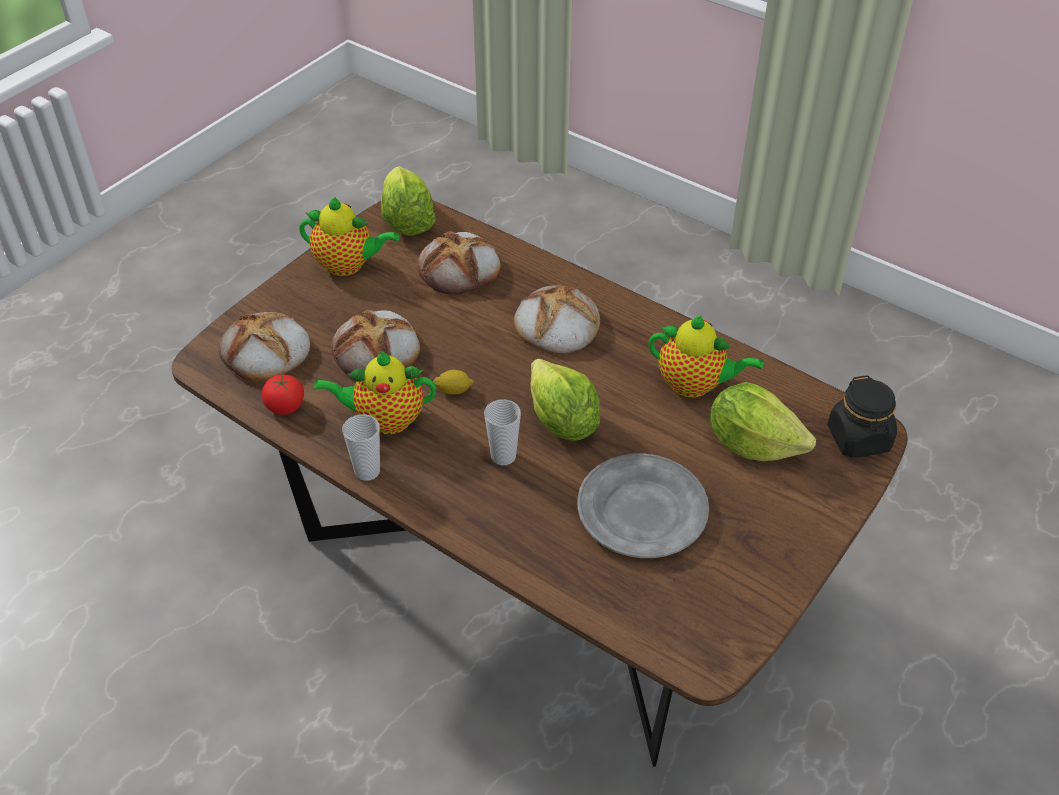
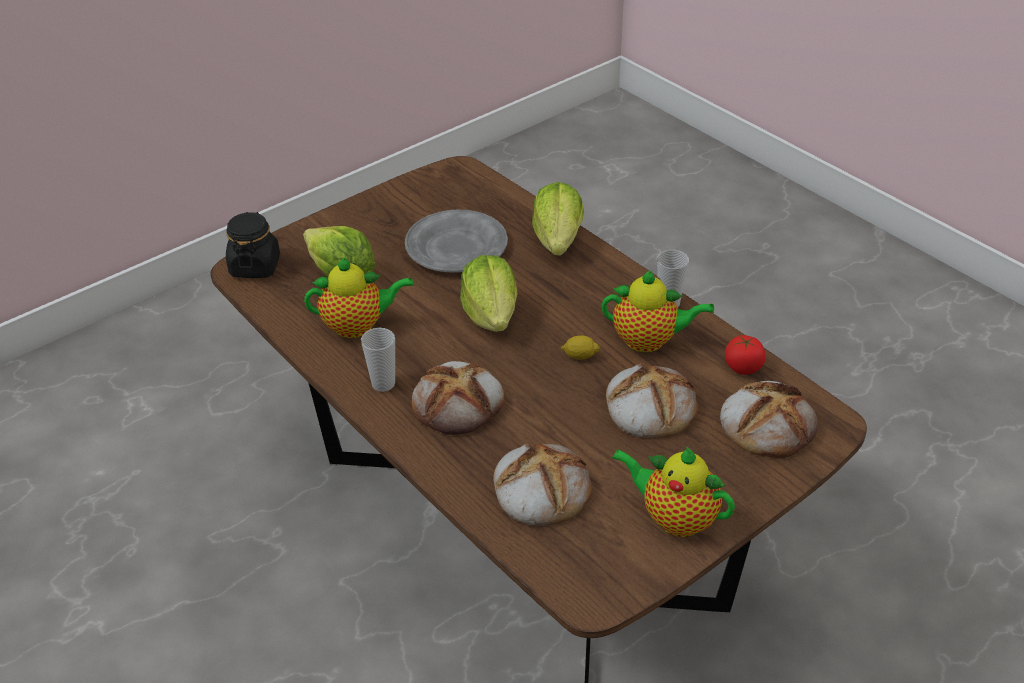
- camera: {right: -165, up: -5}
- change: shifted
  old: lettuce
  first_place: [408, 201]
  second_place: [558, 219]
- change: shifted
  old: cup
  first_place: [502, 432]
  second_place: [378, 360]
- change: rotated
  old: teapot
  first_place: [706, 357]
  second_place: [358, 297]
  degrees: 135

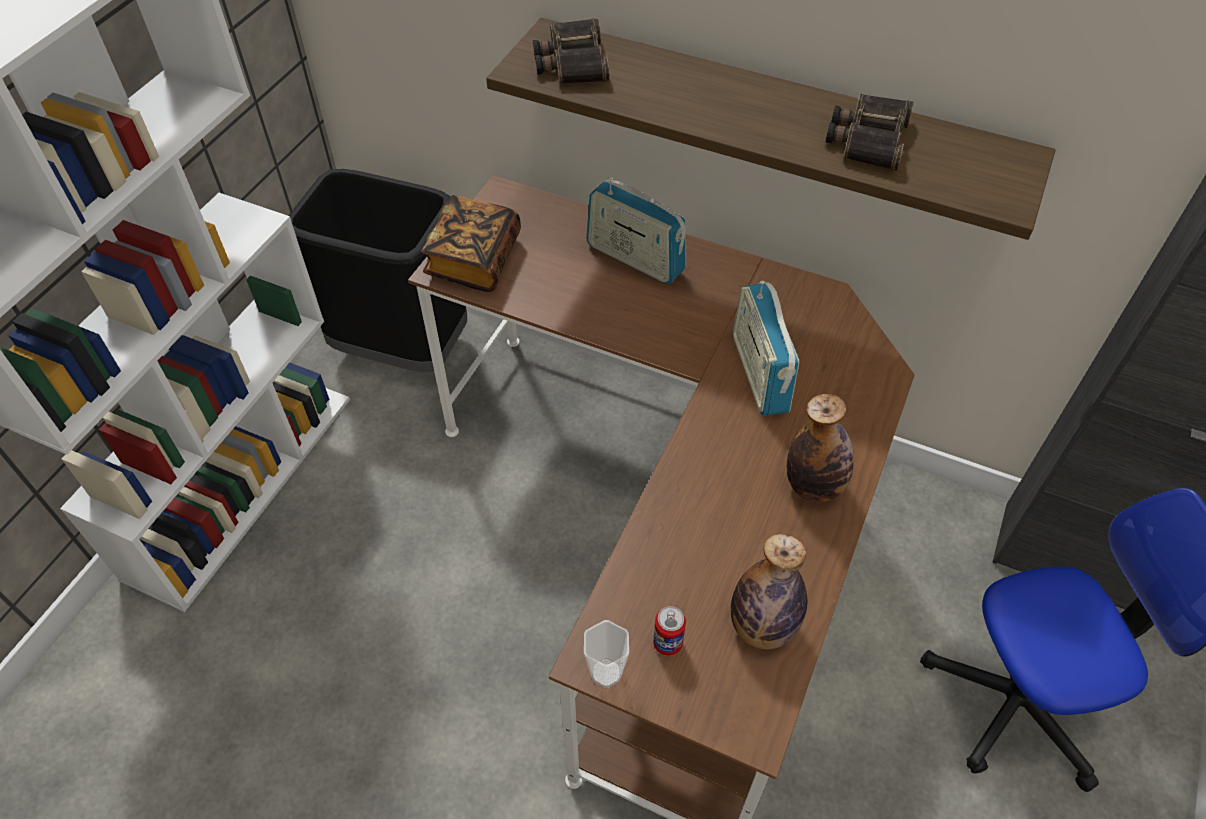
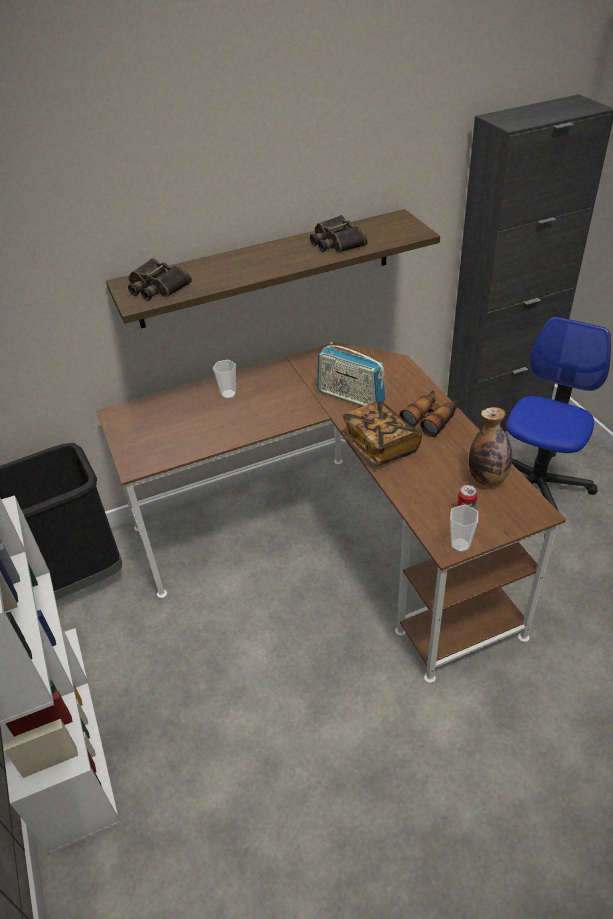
- camera: {right: -45, up: -10}
- change: shifted
  old: book
  first_place: [471, 243]
  second_place: [381, 433]
- change: swapped
  old: radio
  new: cup
  first_place: [636, 230]
  second_place: [224, 379]
- change: swapped
  old: bottle
  new: binoculars
  first_place: [820, 448]
  second_place: [429, 413]

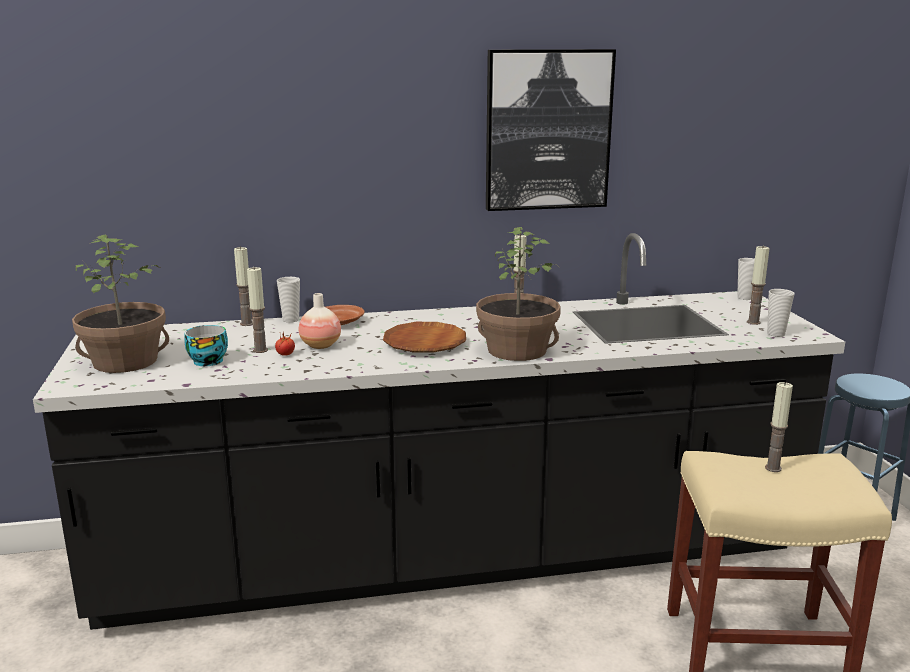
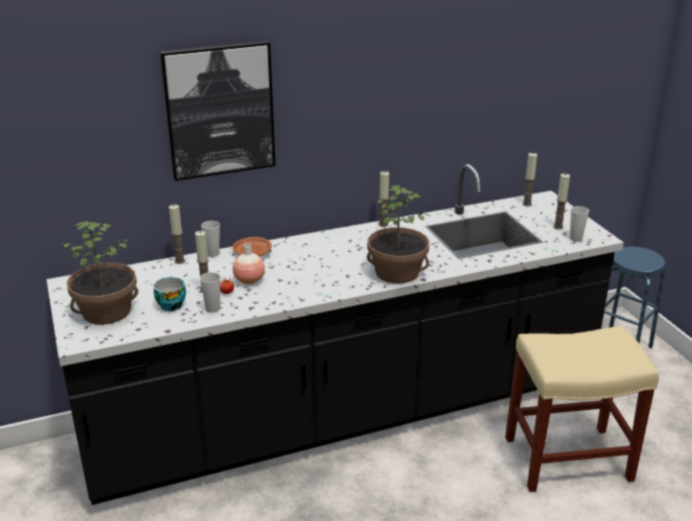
- camera: {right: -10, up: 10}
- change: gone
  old: plate (brown)
  first_place: [424, 337]
- change: shifted
  old: picture
  first_place: [551, 130]
  second_place: [217, 111]
- change: shifted
  old: cup
  first_place: [746, 279]
  second_place: [210, 292]
- change: shifted
  old: candle
  first_place: [779, 427]
  second_place: [529, 180]

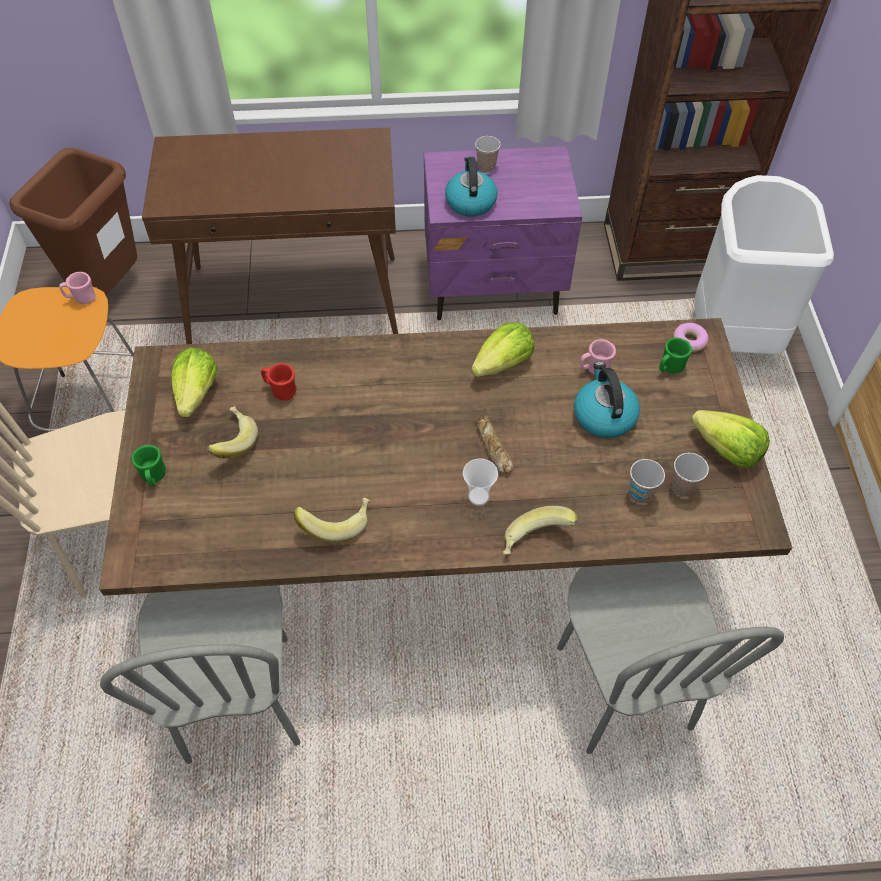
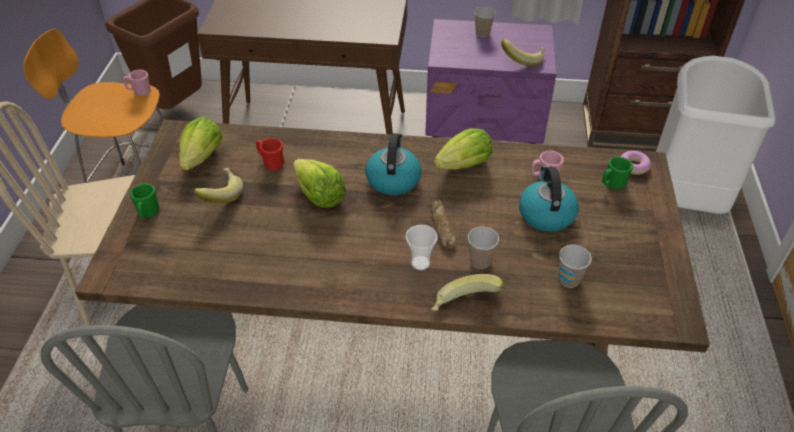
- camera: {right: 10, up: -10}
- change: shifted
  old: banana
  first_place: [332, 520]
  second_place: [523, 52]
- change: shifted
  old: kettle
  first_place: [471, 187]
  second_place: [394, 164]
- change: shifted
  old: cup
  first_place: [690, 475]
  second_place: [483, 247]
- change: shifted
  old: lettuce
  first_place: [730, 439]
  second_place: [319, 183]

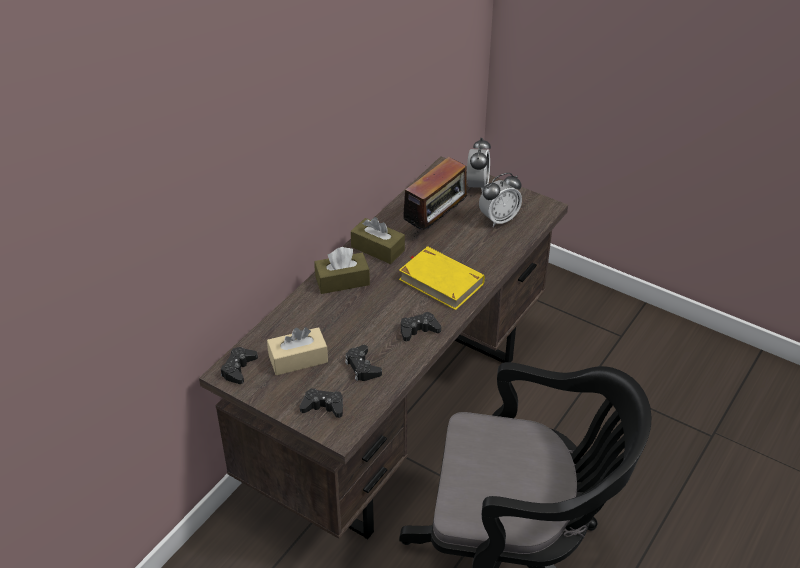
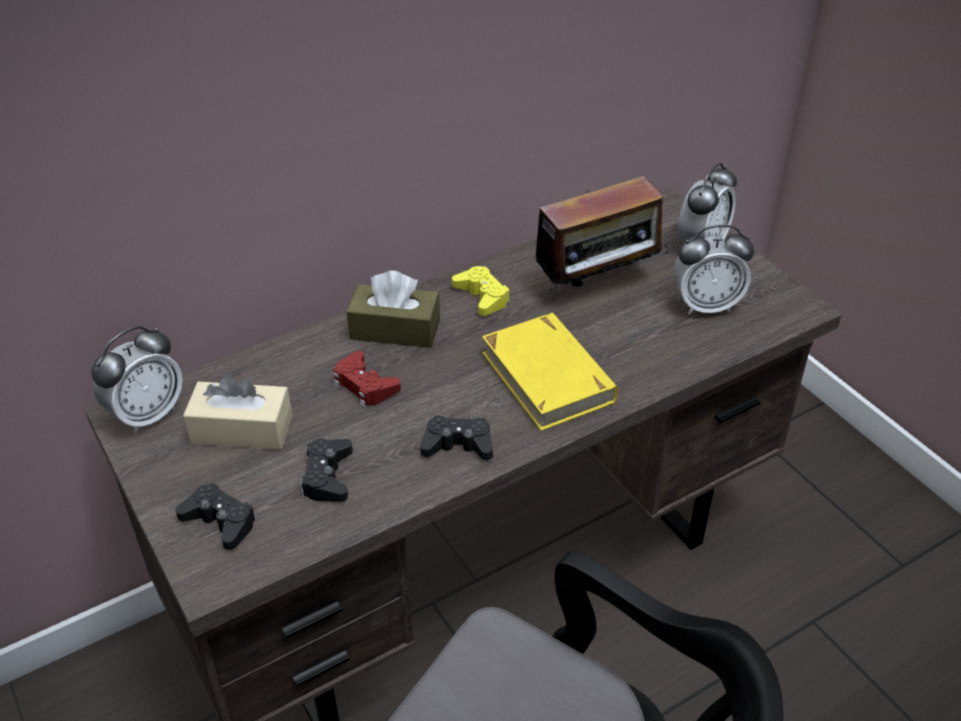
- camera: {right: 25, up: 0}
- change: new
  new: game controller (red)
  second_place: [367, 379]
- change: swapped
  old: game controller (black)
  new: alarm clock
  first_place: [239, 365]
  second_place: [137, 380]
- change: swapped
  old: tissue box (brown)
  new: game controller (yellow)
  first_place: [378, 240]
  second_place: [481, 291]

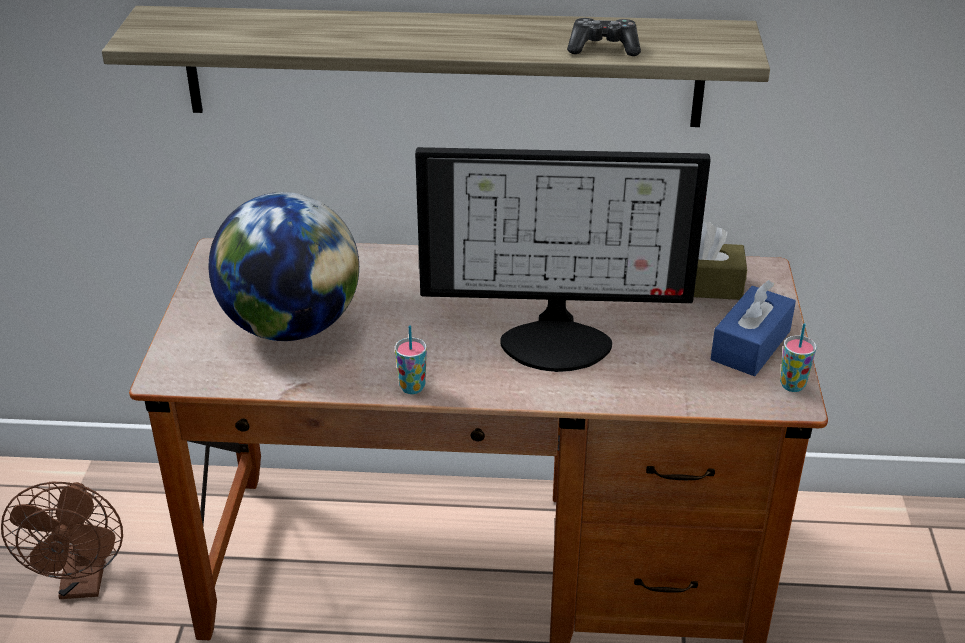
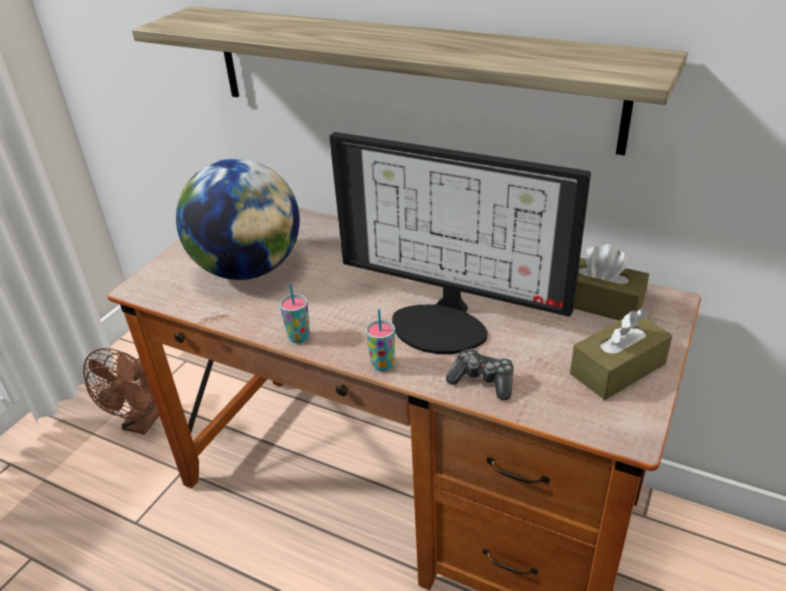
- camera: {right: 25, up: 0}
- change: shifted
  old: game controller
  first_place: [604, 37]
  second_place: [480, 374]
- change: shifted
  old: cup
  first_place: [798, 357]
  second_place: [380, 340]
- change: repainted
  old: tissue box (blue)
  new: tissue box (brown)
  first_place: [753, 328]
  second_place: [621, 354]

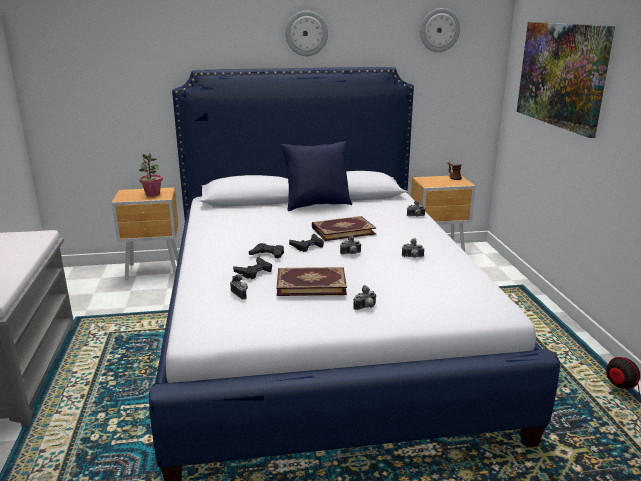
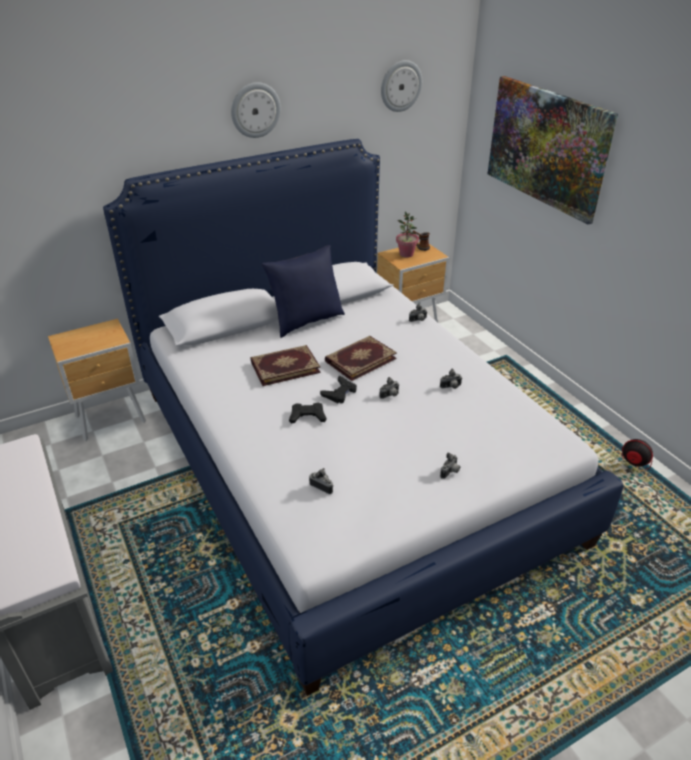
- camera: {right: -20, up: 15}
- change: gone
  old: game controller (black)
  first_place: [252, 268]
- change: shifted
  old: potted plant
  first_place: [151, 174]
  second_place: [407, 235]
- change: shifted
  old: book
  first_place: [311, 281]
  second_place: [286, 365]

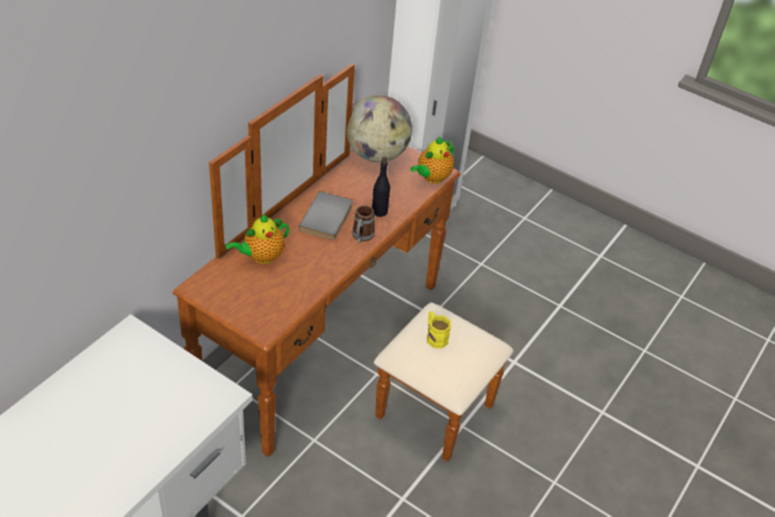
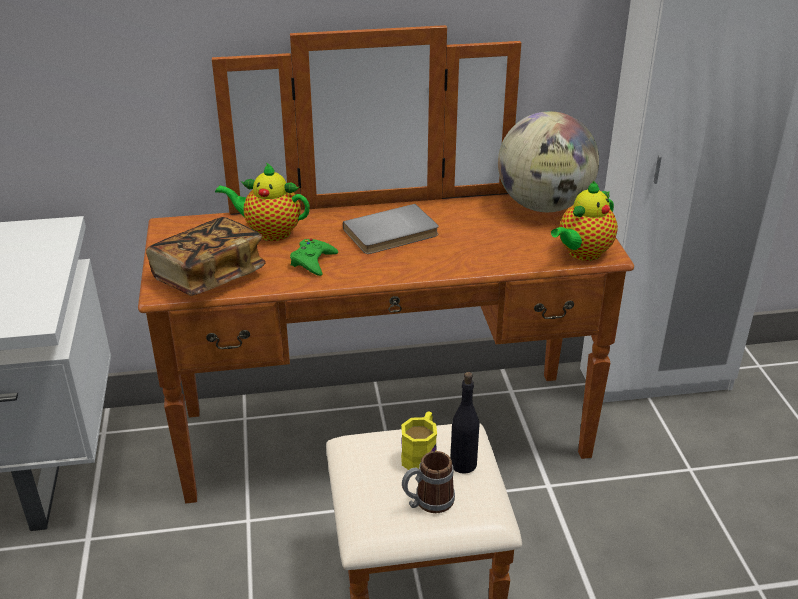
- camera: {right: 50, up: -10}
- change: new
  new: book
  second_place: [206, 256]
- change: new
  new: game controller (green)
  second_place: [314, 257]
- change: shifted
  old: mug
  first_place: [363, 224]
  second_place: [428, 482]
- change: shifted
  old: bottle (black)
  first_place: [381, 186]
  second_place: [465, 423]
- change: rotated
  old: teapot
  first_place: [432, 160]
  second_place: [584, 221]
  degrees: -45

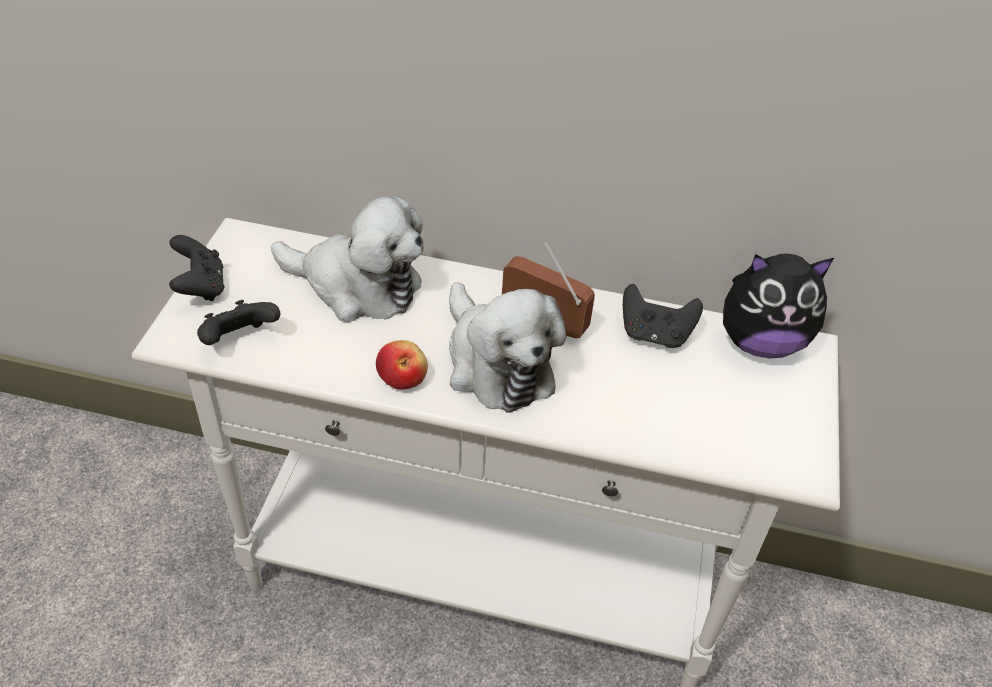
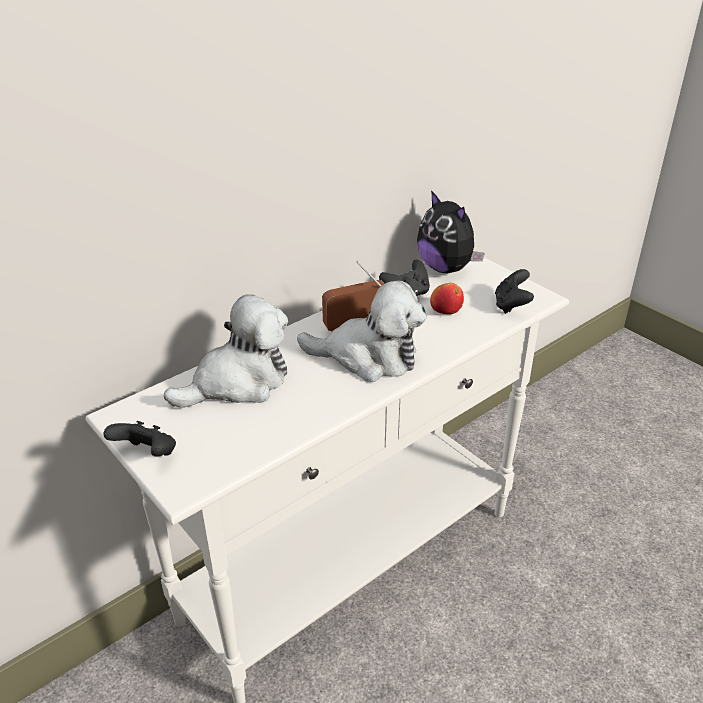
- camera: {right: -50, up: -10}
- change: shifted
  old: game controller (black)
  first_place: [238, 322]
  second_place: [514, 291]
- change: shifted
  old: apple
  first_place: [402, 365]
  second_place: [447, 298]
- change: rotated
  old: plush toy
  first_place: [778, 305]
  second_place: [451, 231]
  degrees: 105

